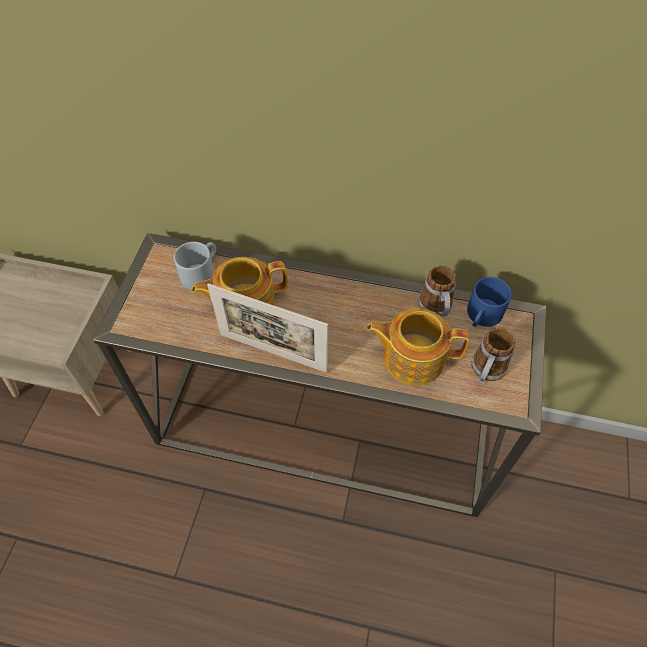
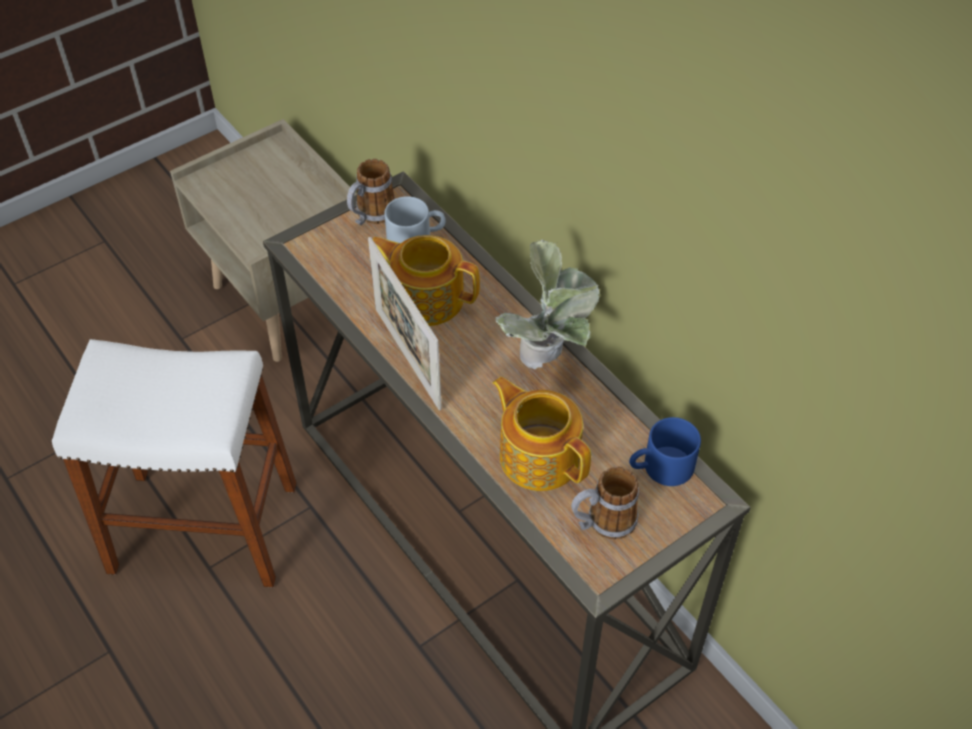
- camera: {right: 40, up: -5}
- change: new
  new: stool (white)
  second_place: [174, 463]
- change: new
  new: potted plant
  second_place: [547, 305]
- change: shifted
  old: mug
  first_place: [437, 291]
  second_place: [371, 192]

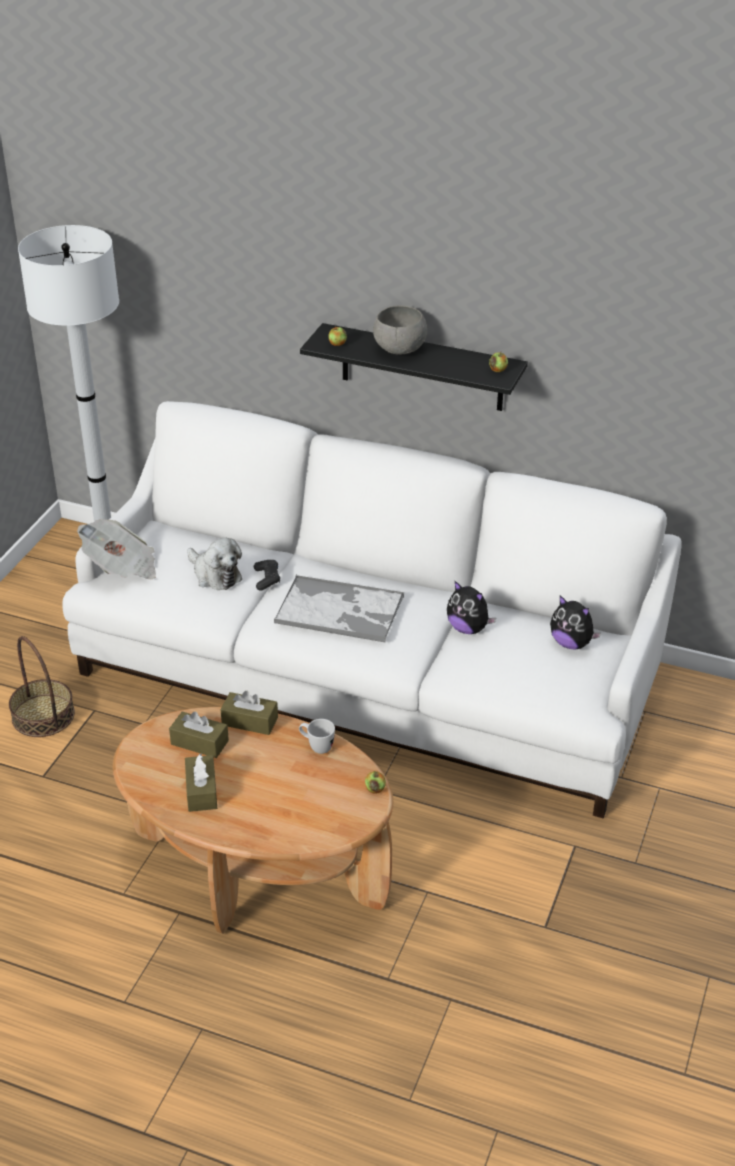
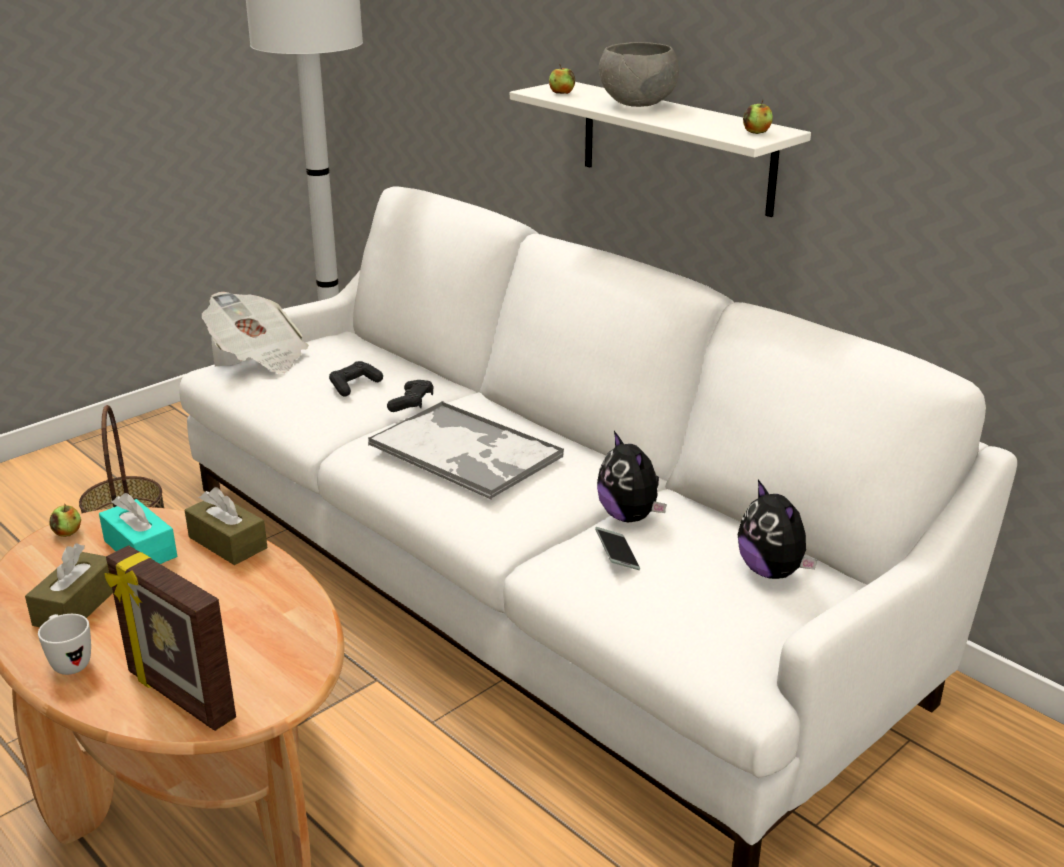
- camera: {right: 25, up: -10}
- change: new
  new: picture frame
  second_place: [170, 638]
- change: new
  new: phone
  second_place: [617, 548]
- change: shifted
  old: mug (white)
  first_place: [317, 736]
  second_place: [64, 644]
- change: shifted
  old: apple
  first_place: [375, 782]
  second_place: [65, 520]
- change: swapped
  old: plush toy
  new: game controller (black)
  first_place: [214, 564]
  second_place: [356, 379]
- change: repainted
  old: tissue box (brown)
  new: tissue box (turquoise)
  first_place: [199, 735]
  second_place: [138, 528]
- change: repainted
  old: shelf (black)
  new: shelf (white)
  first_place: [414, 367]
  second_place: [660, 149]

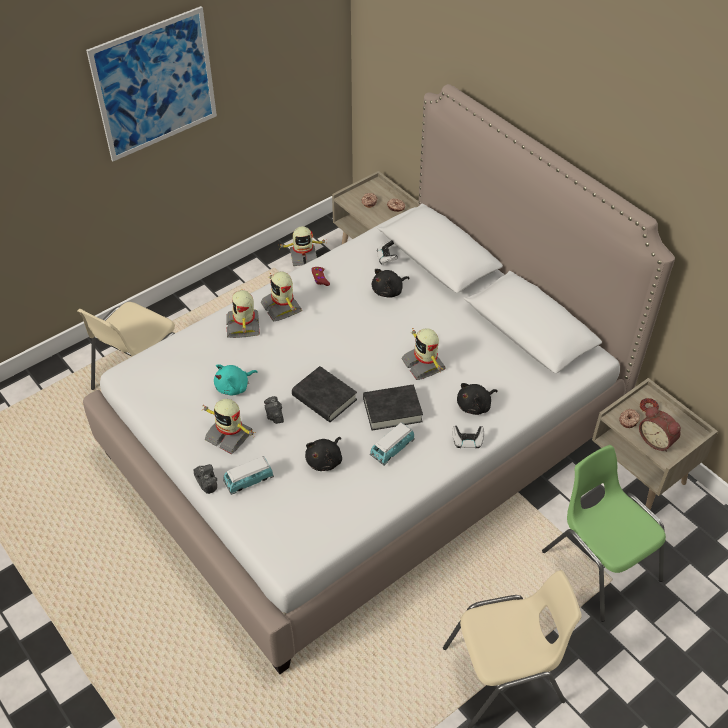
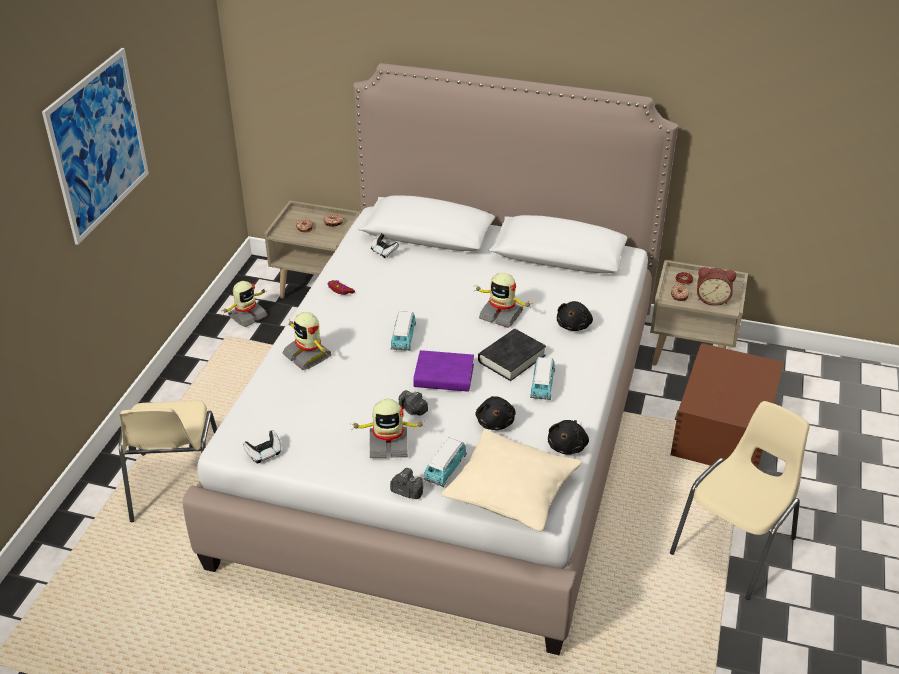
- camera: {right: -35, up: -10}
- change: gone
  old: plush toy (turquoise)
  first_place: [236, 379]
- change: gone
  old: toy robot
  first_place: [281, 296]
- change: new
  new: toy car
  second_place: [403, 331]
- change: new
  new: pillow (beige)
  second_place: [511, 480]
- change: shifted
  old: plush toy (black)
  first_place: [390, 283]
  second_place: [568, 437]
- change: shifted
  old: game controller
  first_place: [468, 437]
  second_place: [262, 446]
- change: swapped
  old: chair (green)
  new: storage box (brown)
  first_place: [604, 533]
  second_place: [727, 405]
- change: repainted
  old: book (black)
  new: book (purple)
  first_place: [324, 394]
  second_place: [443, 371]

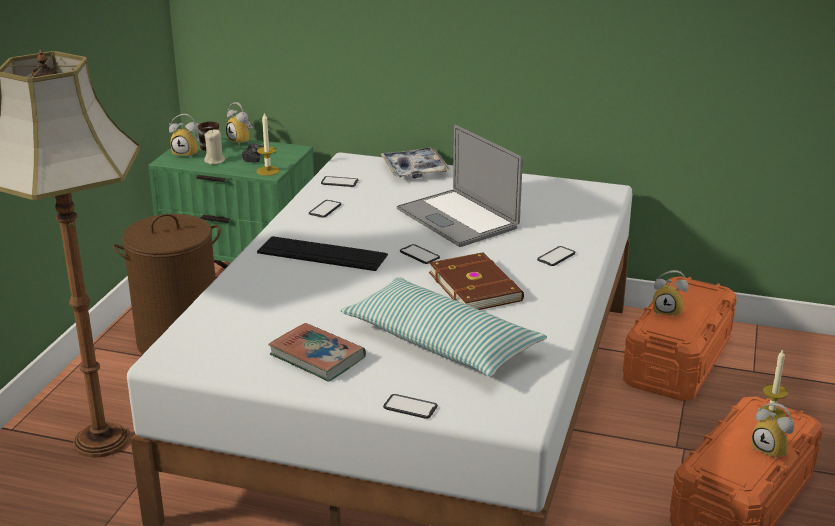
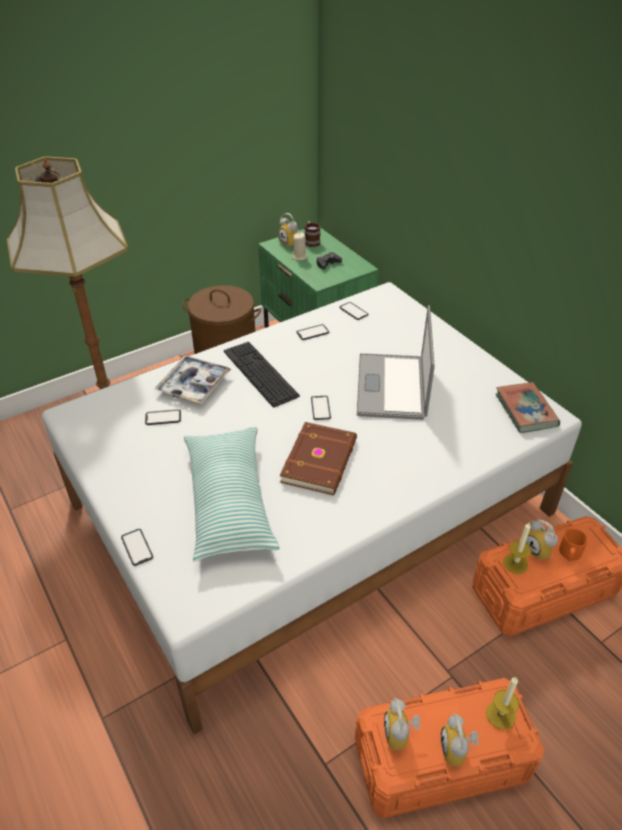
- camera: {right: 40, up: 15}
- change: new
  new: mug (orange)
  second_place: [573, 544]
- change: shifted
  old: alarm clock
  first_place: [239, 124]
  second_place: [402, 724]
- change: shifted
  old: candle
  first_place: [268, 144]
  second_place: [517, 548]
- change: shifted
  old: book
  first_place: [317, 352]
  second_place: [528, 407]
- change: shifted
  old: tray
  first_place: [415, 162]
  second_place: [193, 379]
- change: shifted
  old: phone
  first_place: [556, 256]
  second_place: [163, 417]

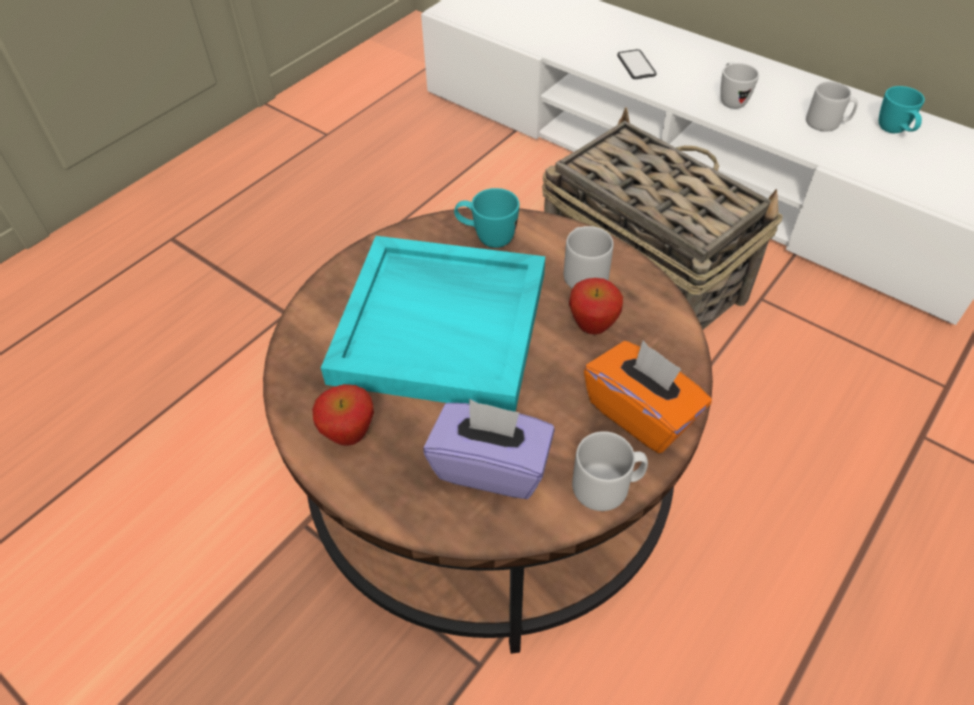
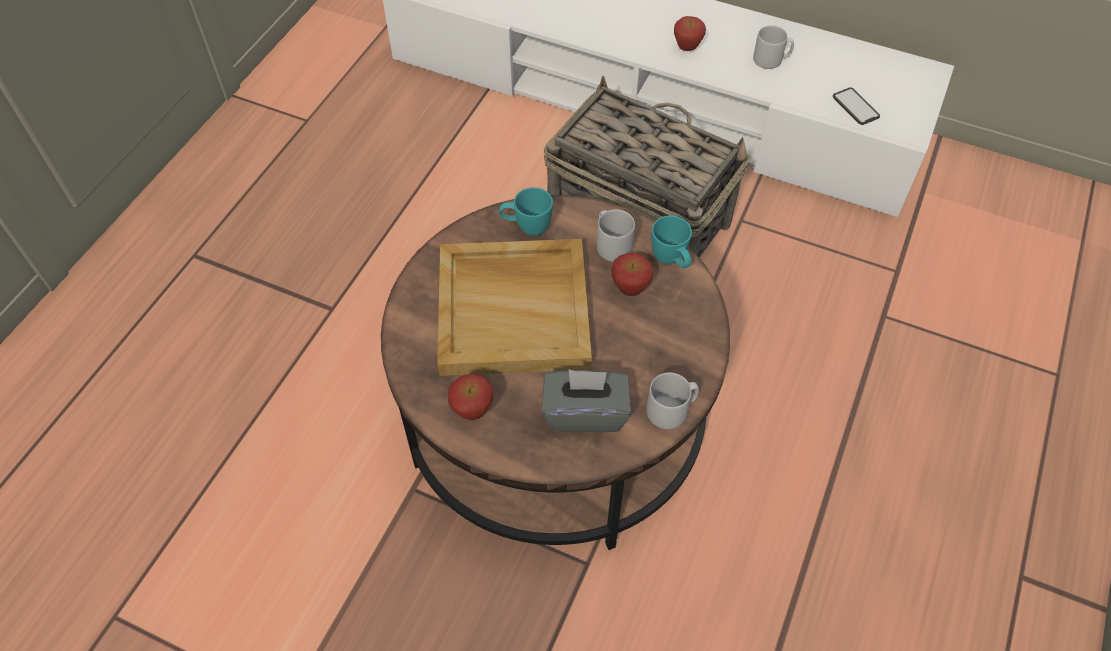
- camera: {right: -15, up: 5}
- change: gone
  old: tissue box (orange)
  first_place: [648, 396]
- change: shifted
  old: phone
  first_place: [637, 64]
  second_place: [856, 106]
- change: shifted
  old: mug (turquoise)
  first_place: [902, 109]
  second_place: [672, 242]
- change: swapped
  old: mug (white)
  new: apple
  first_place: [739, 85]
  second_place: [690, 33]
- change: repainted
  old: tray (turquoise)
  new: tray (beige)
  first_place: [433, 324]
  second_place: [514, 307]
- change: repainted
  old: tissue box (purple)
  new: tissue box (grey)
  first_place: [489, 449]
  second_place: [586, 400]

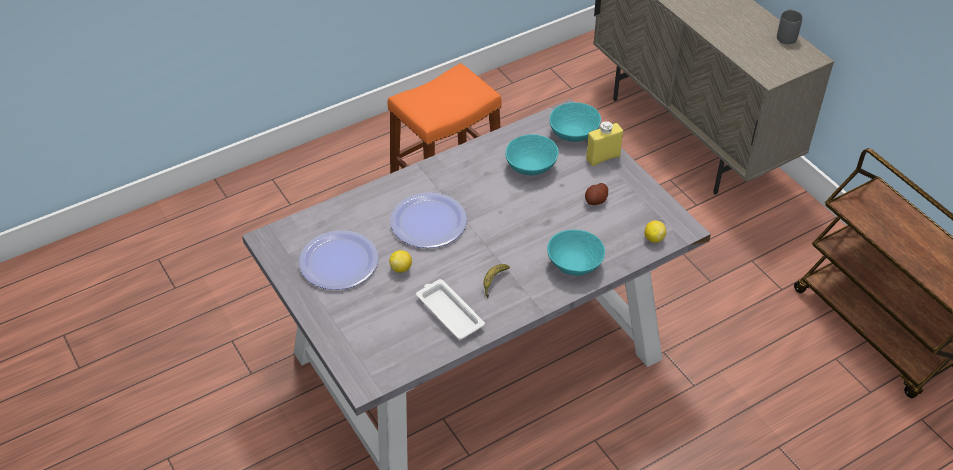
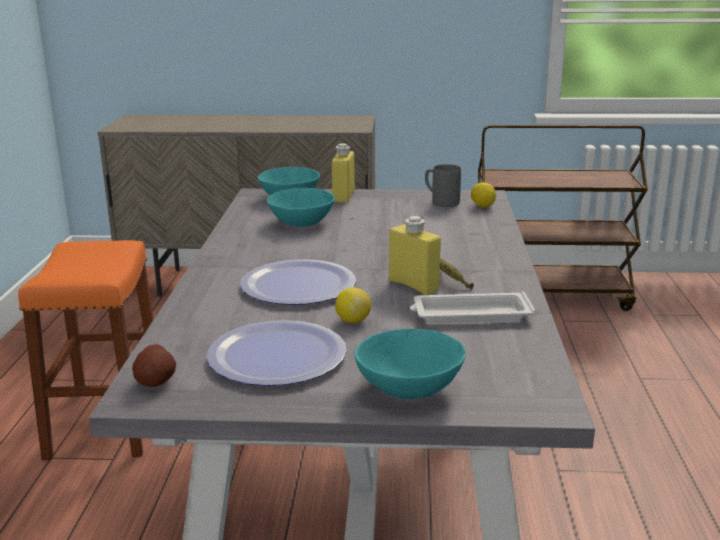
- camera: {right: -55, up: -25}
- change: new
  new: bottle (yellow)
  second_place: [415, 255]
- change: shifted
  old: bowl (turquoise)
  first_place: [576, 253]
  second_place: [410, 364]
- change: shifted
  old: potato
  first_place: [596, 194]
  second_place: [154, 365]
- change: shifted
  old: mug (grey)
  first_place: [789, 26]
  second_place: [443, 185]

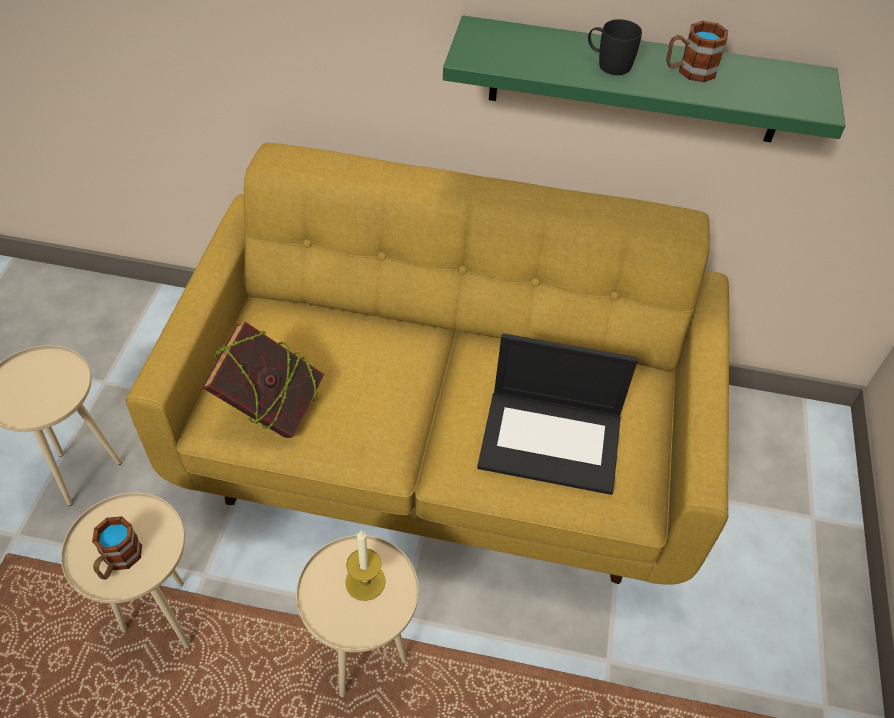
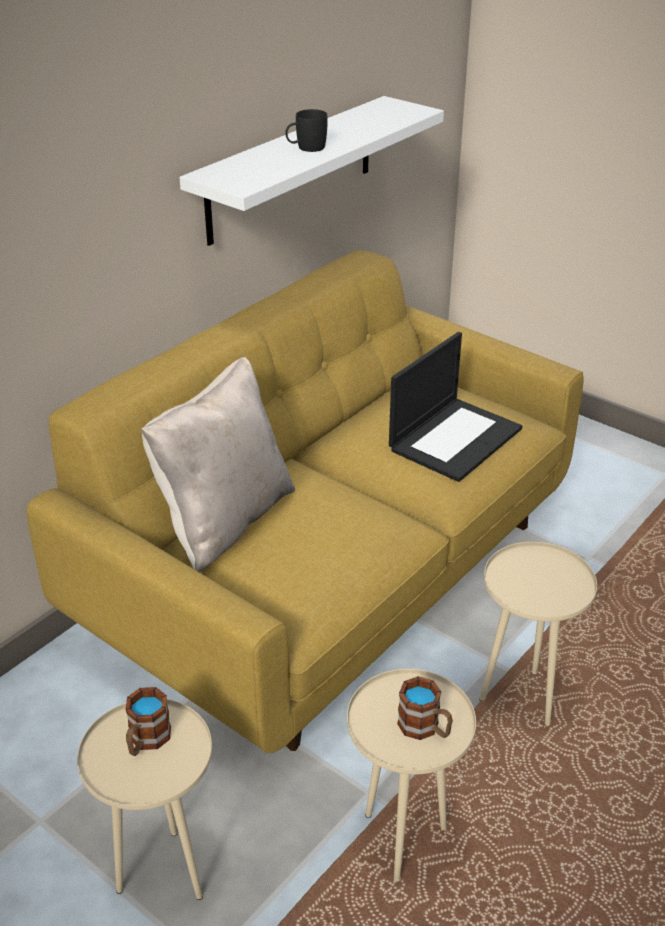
- camera: {right: -60, up: -15}
- change: gone
  old: book
  first_place: [262, 380]
- change: gone
  old: candle
  first_place: [365, 566]
- change: new
  new: pillow (beige)
  second_place: [218, 464]
- change: shifted
  old: mug
  first_place: [697, 51]
  second_place: [148, 721]
- change: repainted
  old: shelf (green)
  new: shelf (white)
  first_place: [644, 79]
  second_place: [311, 171]

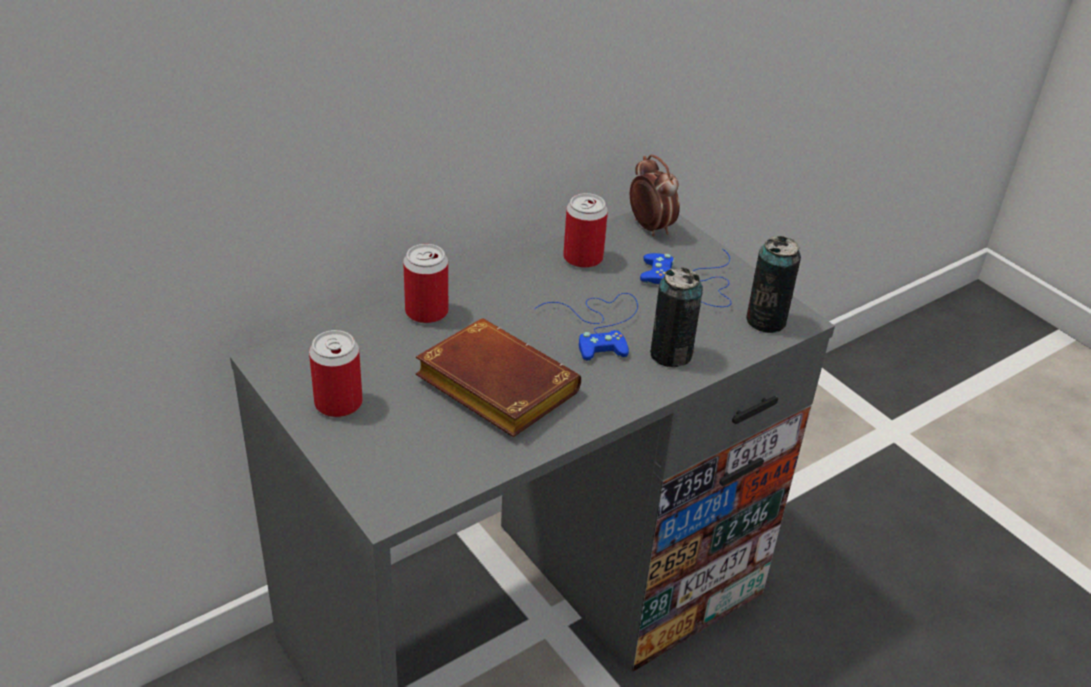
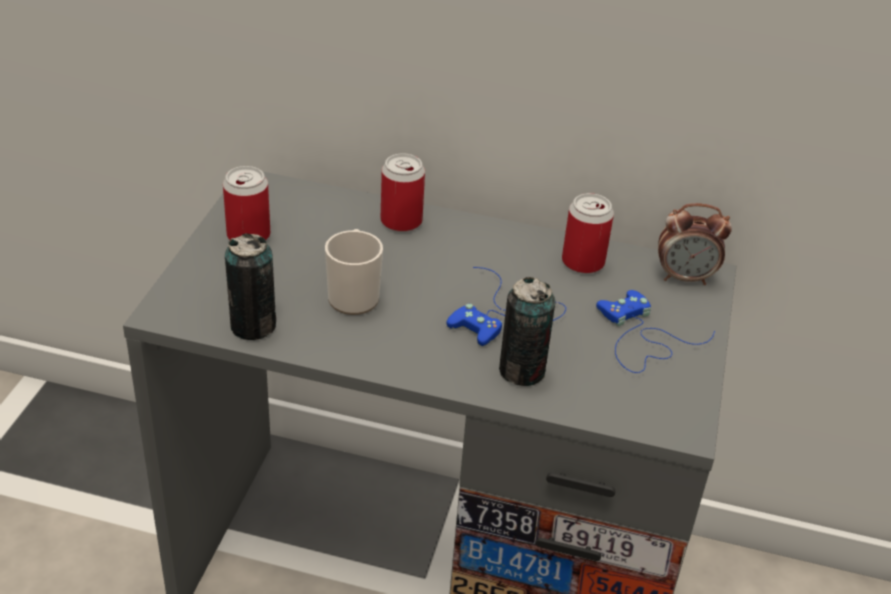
- camera: {right: 50, up: 0}
- change: shifted
  old: can
  first_place: [773, 284]
  second_place: [250, 286]
- change: swapped
  old: book (brown)
  new: mug
  first_place: [498, 377]
  second_place: [354, 272]
- change: rotated
  old: alarm clock
  first_place: [655, 195]
  second_place: [695, 244]
  degrees: 75

